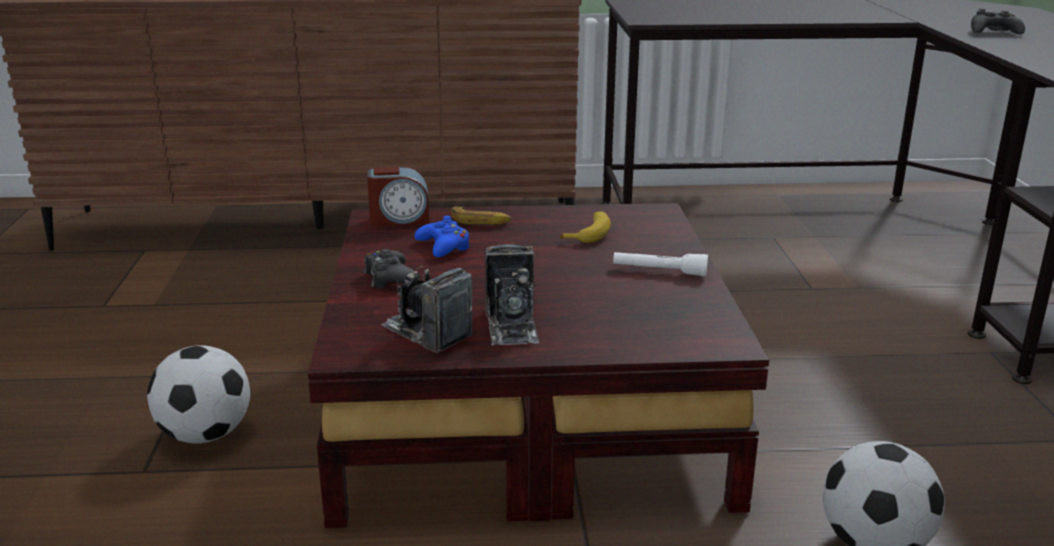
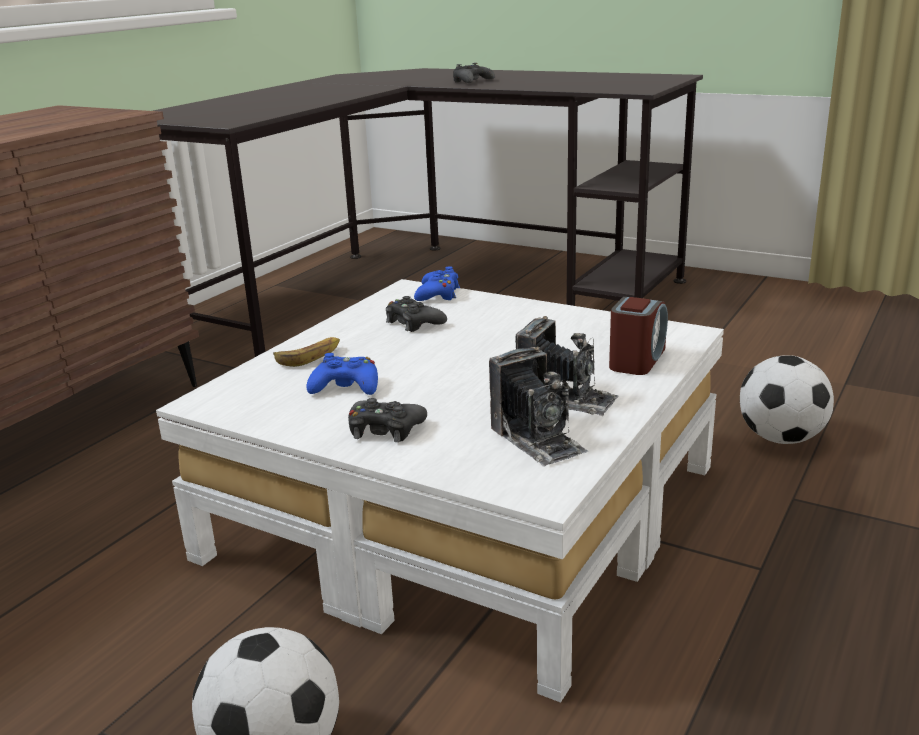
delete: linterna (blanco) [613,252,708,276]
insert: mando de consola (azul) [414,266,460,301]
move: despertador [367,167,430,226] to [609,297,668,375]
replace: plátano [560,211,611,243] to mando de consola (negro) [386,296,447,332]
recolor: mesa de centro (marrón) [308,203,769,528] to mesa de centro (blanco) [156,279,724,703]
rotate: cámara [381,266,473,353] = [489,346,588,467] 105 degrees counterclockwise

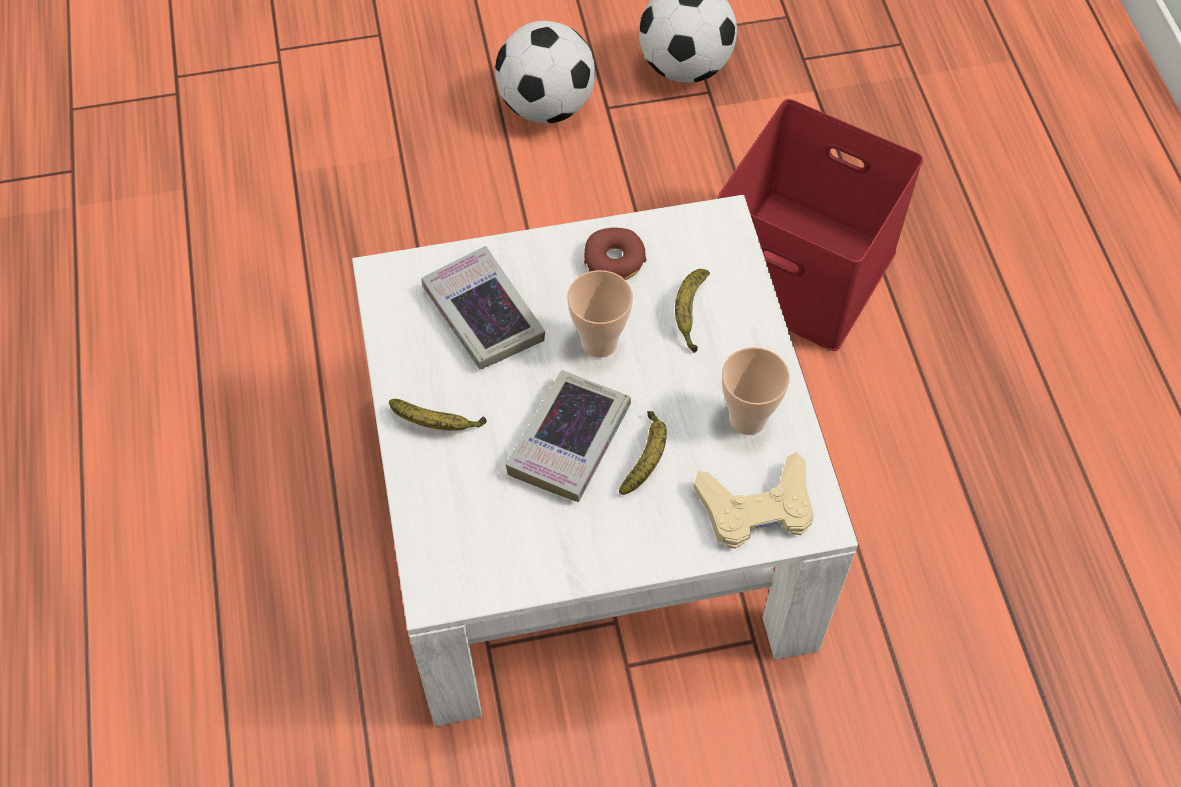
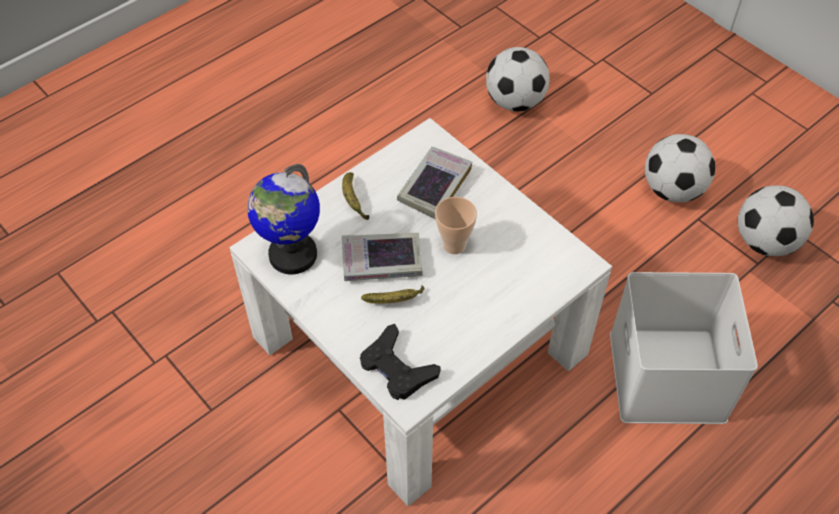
delete: rosquilla [584,228,646,280]; plátano [675,269,710,353]; taza [722,347,790,435]
insert: globo terráqueo [247,164,320,275]; balón de fútbol [486,47,549,112]
recolor: mando de consola (beis) [694,452,814,549] to mando de consola (negro) [360,324,441,400]; caja de almacenaje (rojo) [718,99,923,351] to caja de almacenaje (blanco) [610,272,758,424]

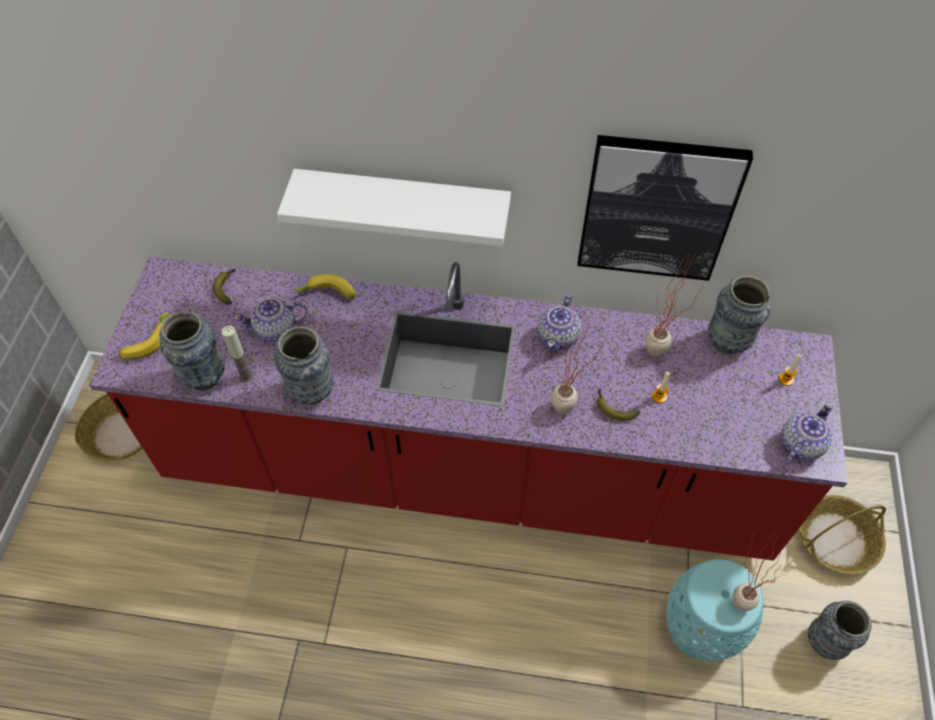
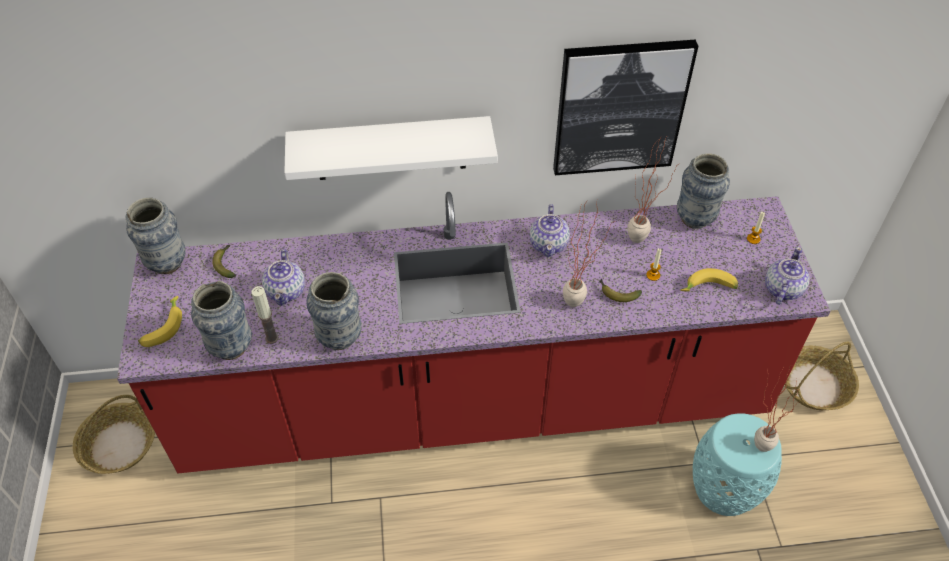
move: plátano [294,274,356,300] to [680,268,738,292]; florero [808,601,872,660] to [125,198,186,274]
rotate: tetera [233,298,308,342] = [262,249,305,306] 60 degrees counterclockwise

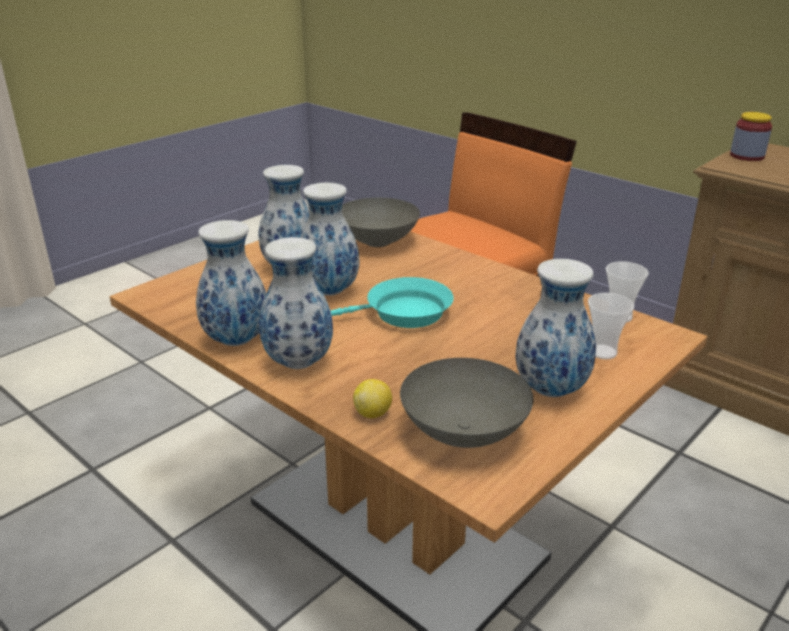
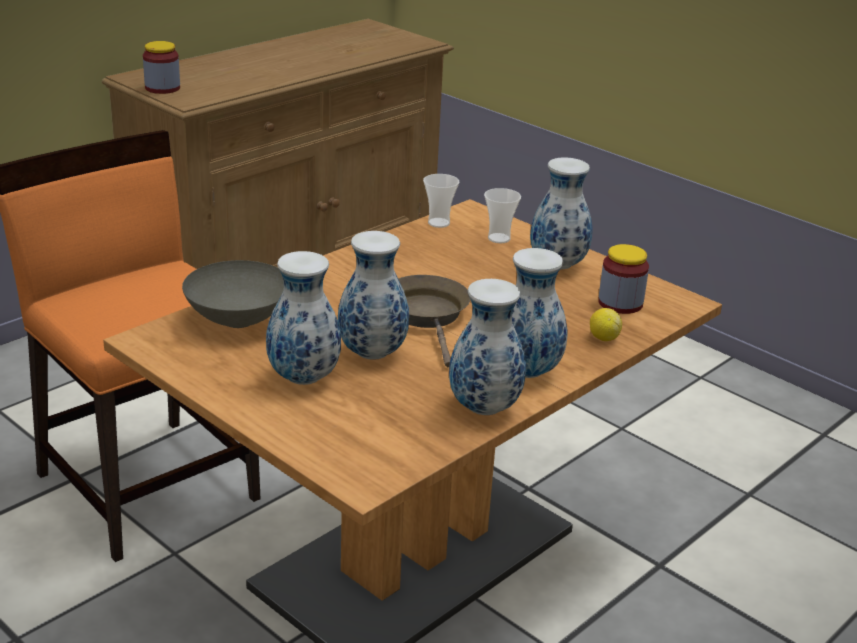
replace: cuenco (gris) [400,358,534,448] to tarro [598,244,649,314]
recolor: sartén (turquesa) [331,277,454,328] to sartén (marrón) [398,275,470,367]

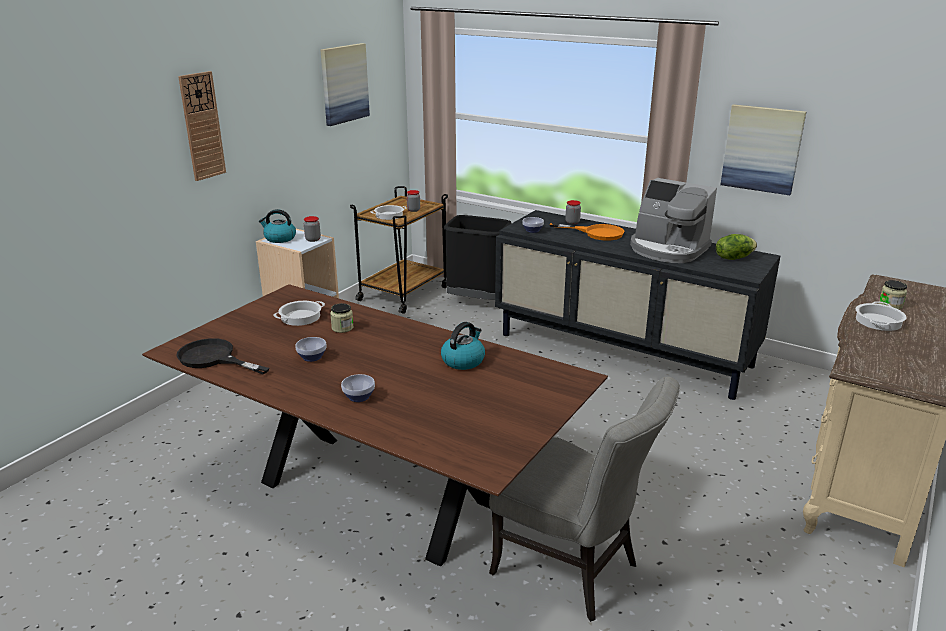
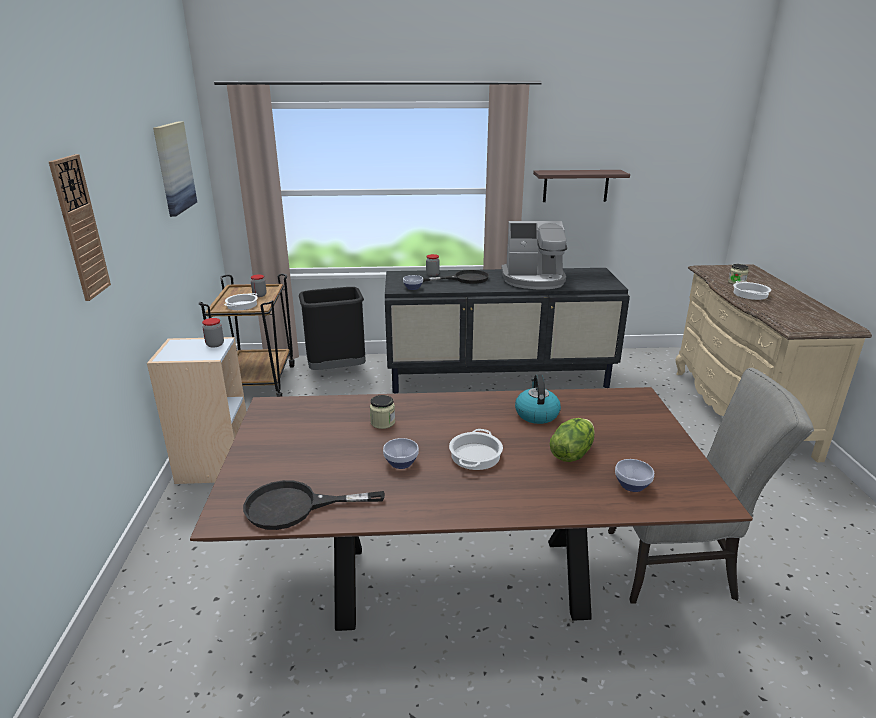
delete: hervidor [259,209,296,243]
move: olla [273,301,325,326] to [449,429,503,470]; cuenco [341,374,375,402] to [615,459,654,492]; lechuga [716,234,757,260] to [550,418,595,462]
replace: cuadro [720,104,806,195] to estante [533,170,630,202]
recolor: sartén (naranja) [549,223,624,241] to sartén (negro) [423,270,489,284]

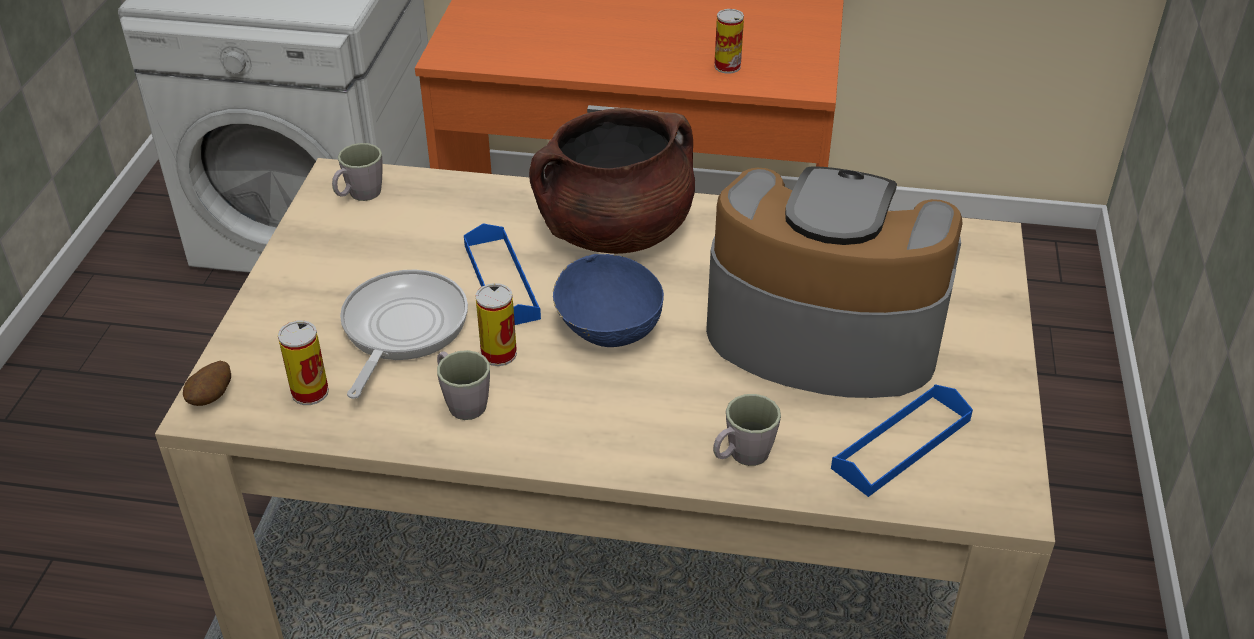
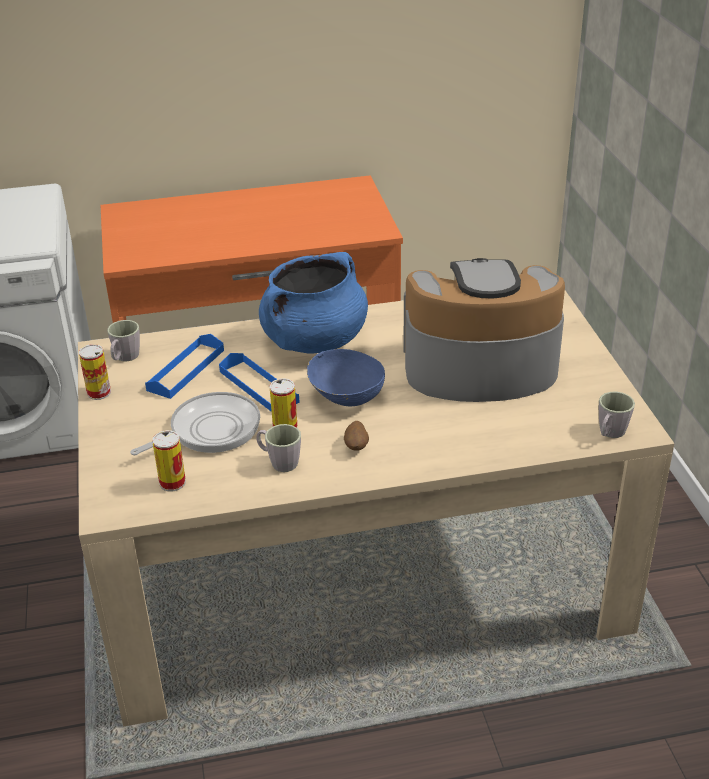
move: patata [183,361,231,406] to [344,421,369,451]; taza grande (gris) [713,394,781,466] to [599,392,635,438]; lata [714,9,744,74] to [79,344,111,400]; bandeja (azul) [831,384,973,497] to [145,334,224,399]
recolor: olla (marrón) [529,108,695,254] to olla (azul) [259,252,368,354]
rotate: sartén [340,270,468,399] = [130,392,260,456] 60 degrees clockwise

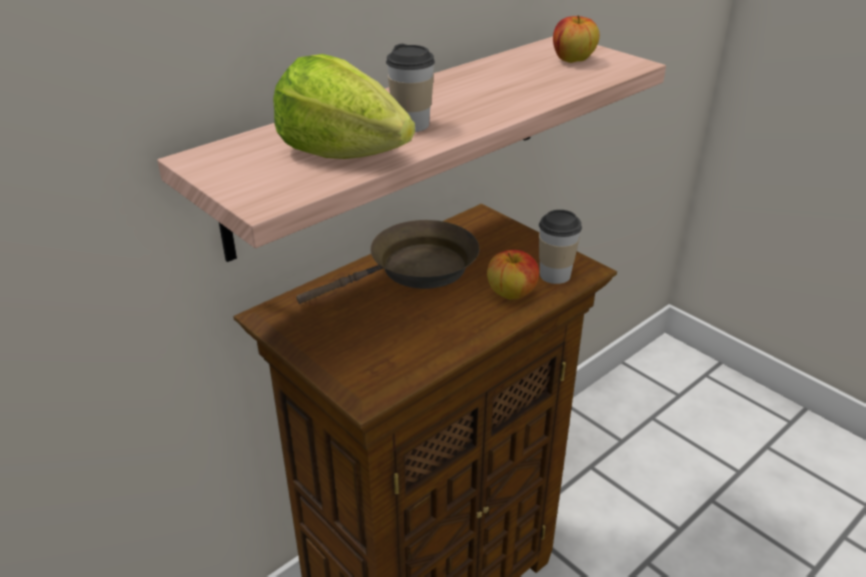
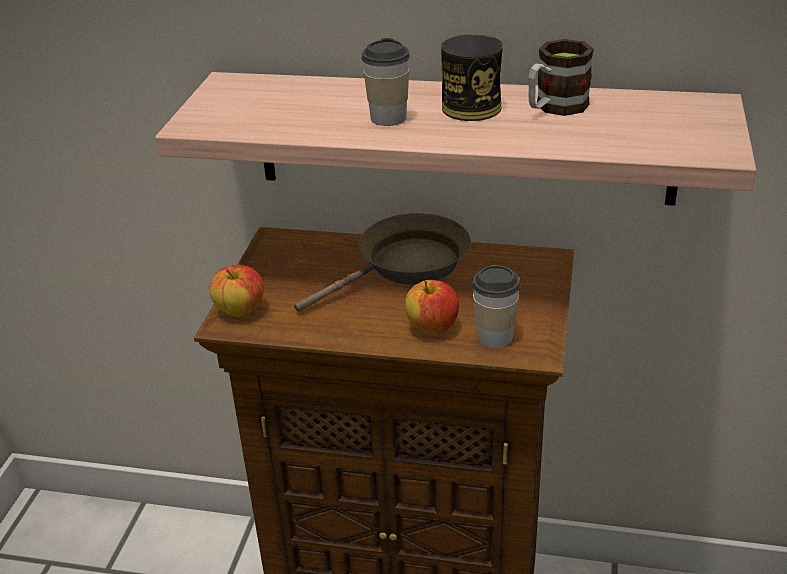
delete: lechuga [273,54,415,159]
insert: lata [441,34,503,121]; taza grande [528,39,594,116]
move: manzana [553,15,600,63] to [209,265,264,317]
rotate: sartén (marrón) [296,220,479,304] = [294,213,471,312] 60 degrees counterclockwise

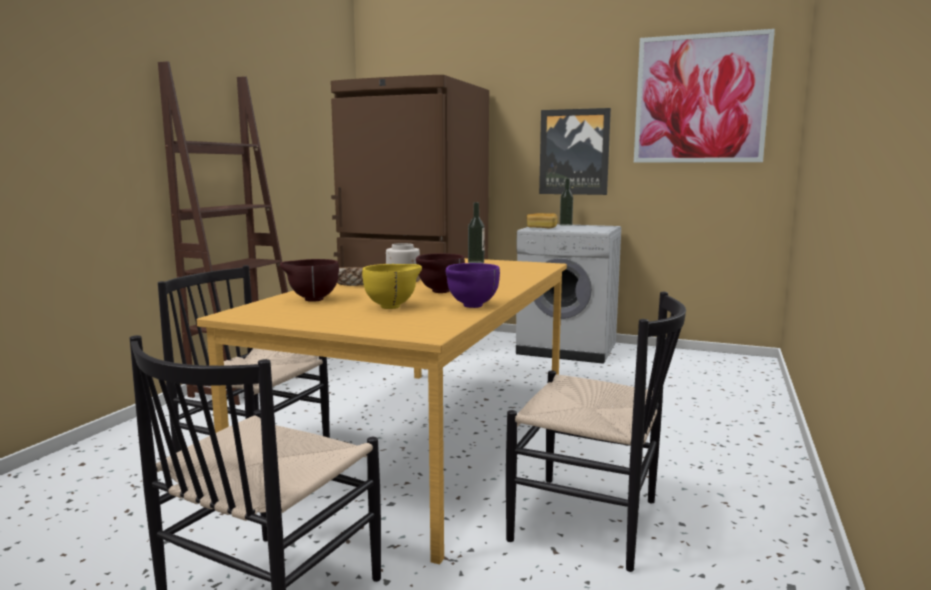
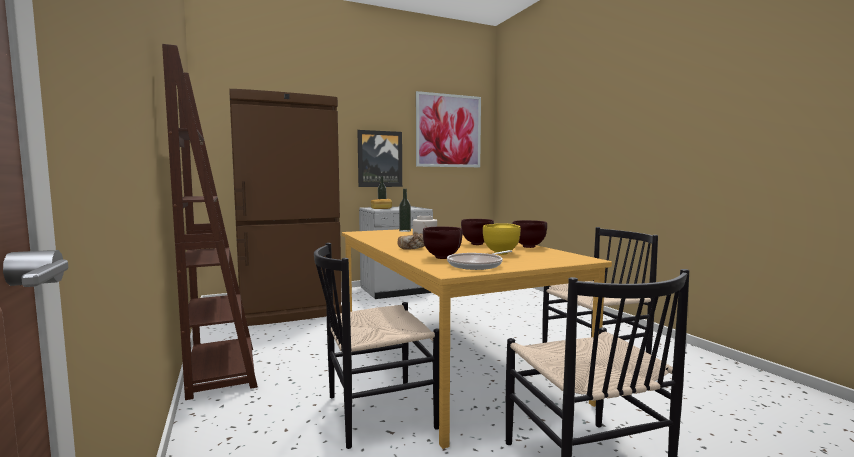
insert: sartén [447,250,512,270]
recolor: cuenco (morado) [446,263,500,308] to cuenco (marrón) [512,220,547,248]

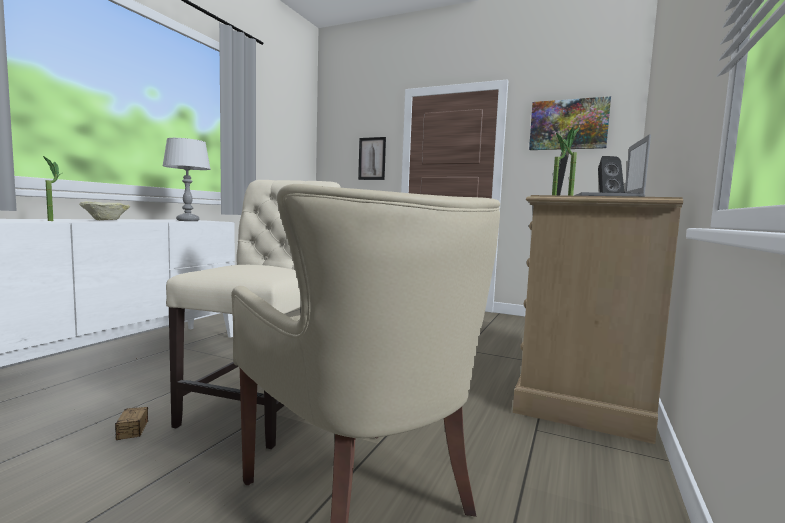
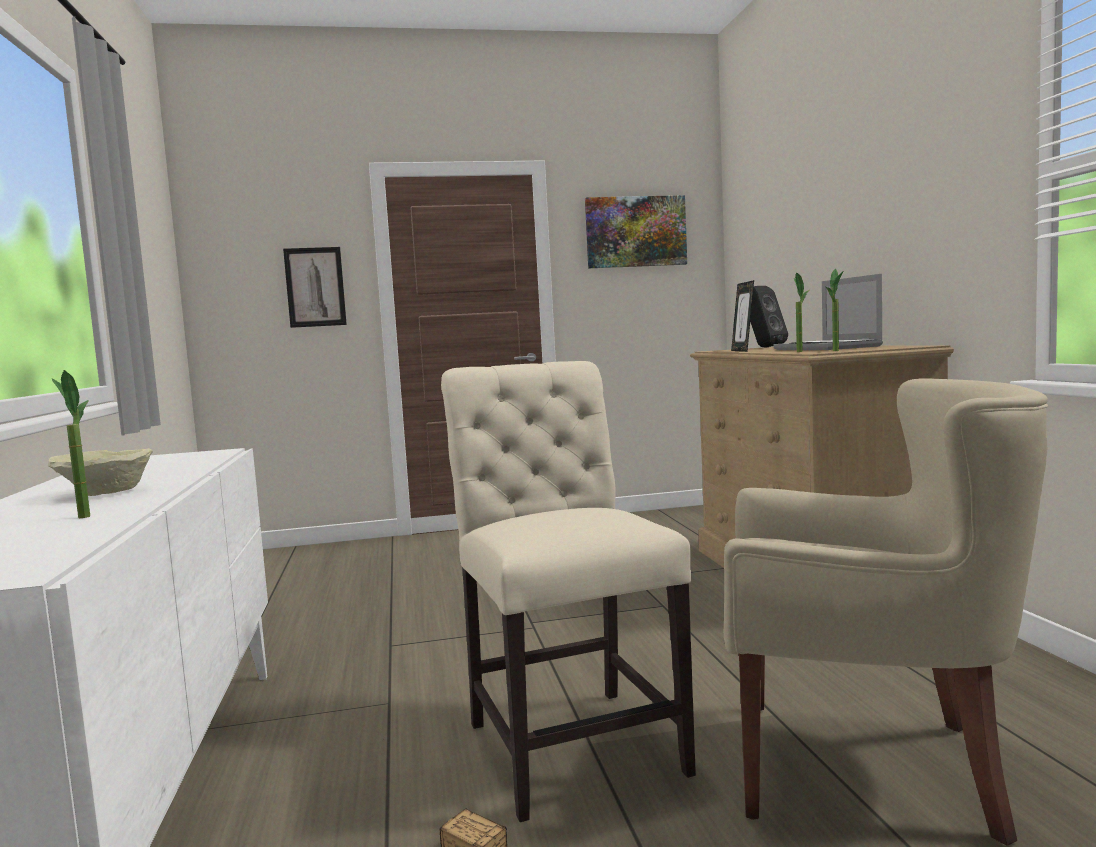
delete: lámpara de mesa (gris) [162,138,211,221]

